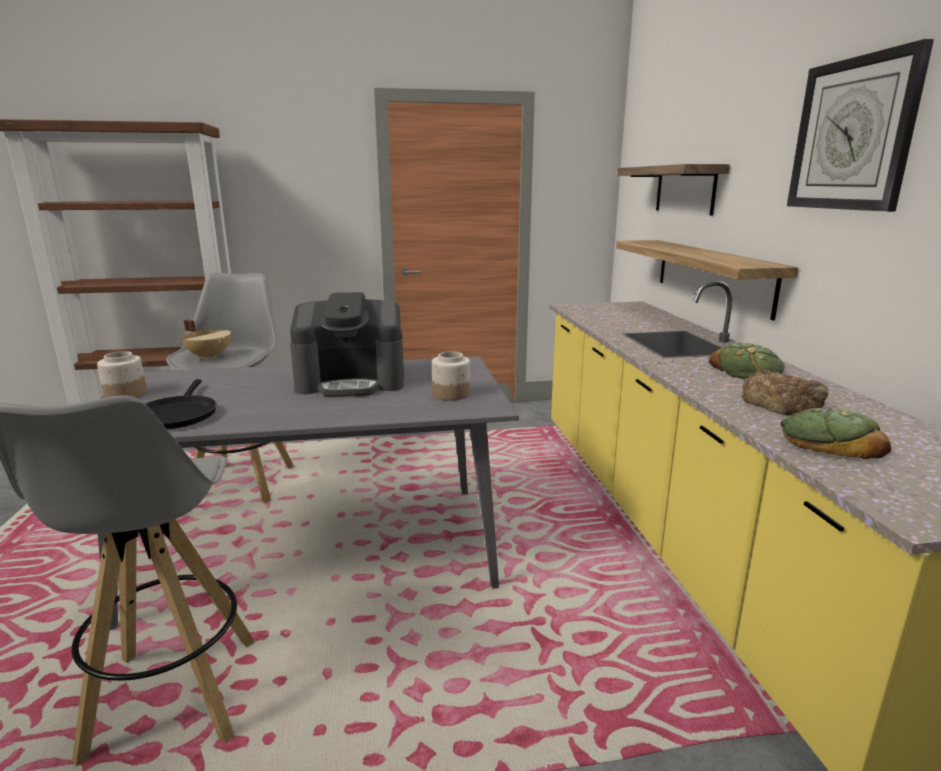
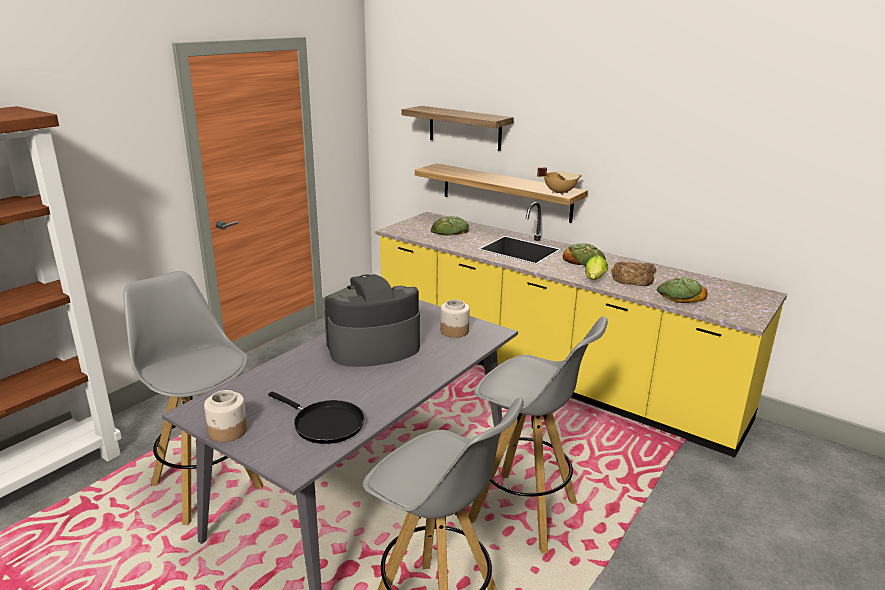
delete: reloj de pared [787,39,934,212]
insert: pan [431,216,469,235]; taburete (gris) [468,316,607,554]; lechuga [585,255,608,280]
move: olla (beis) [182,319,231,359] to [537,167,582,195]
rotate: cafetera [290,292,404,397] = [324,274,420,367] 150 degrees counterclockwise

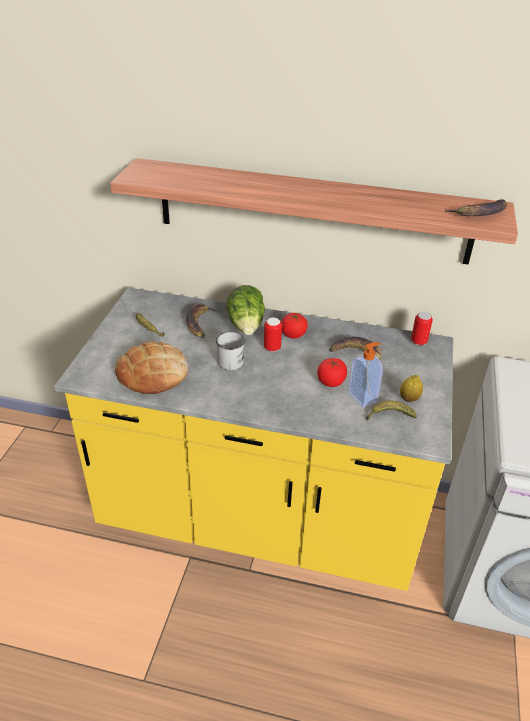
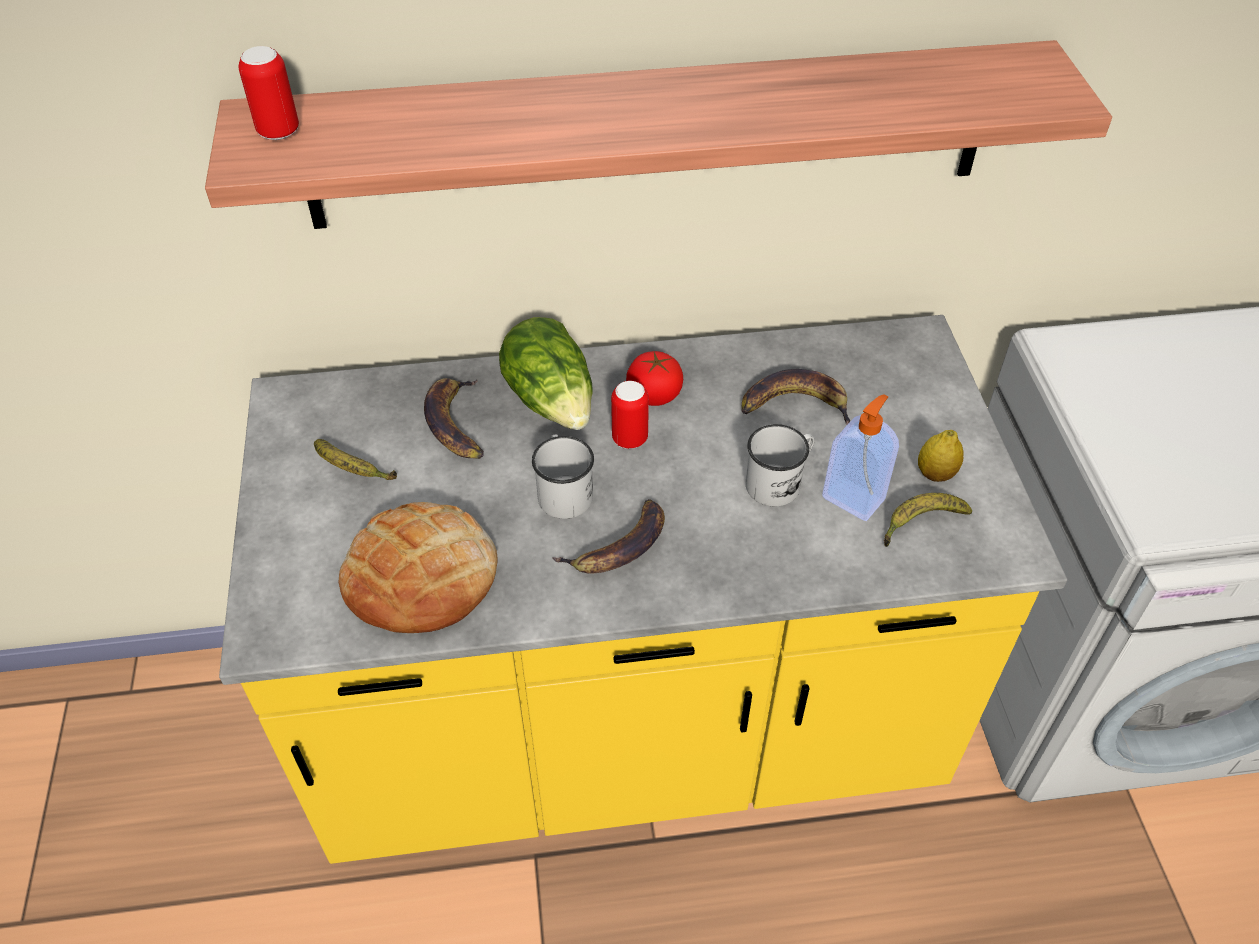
move: lata [411,312,432,345] to [239,46,299,140]; plátano [445,199,507,216] to [552,499,665,573]
replace: tomate [317,358,347,387] to taza grande (blanco) [746,424,814,506]

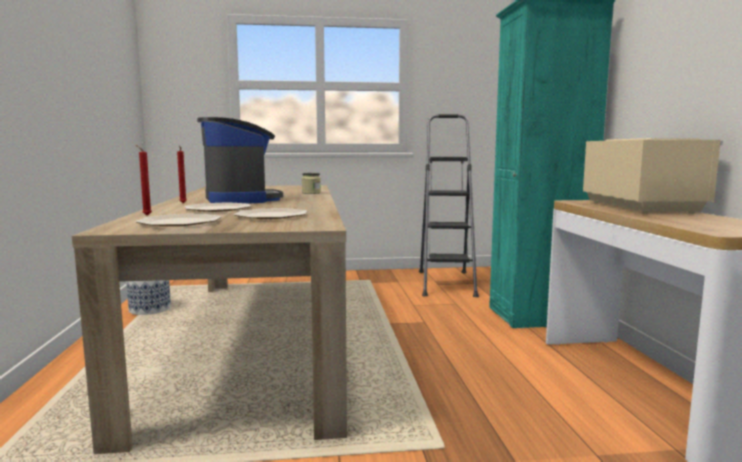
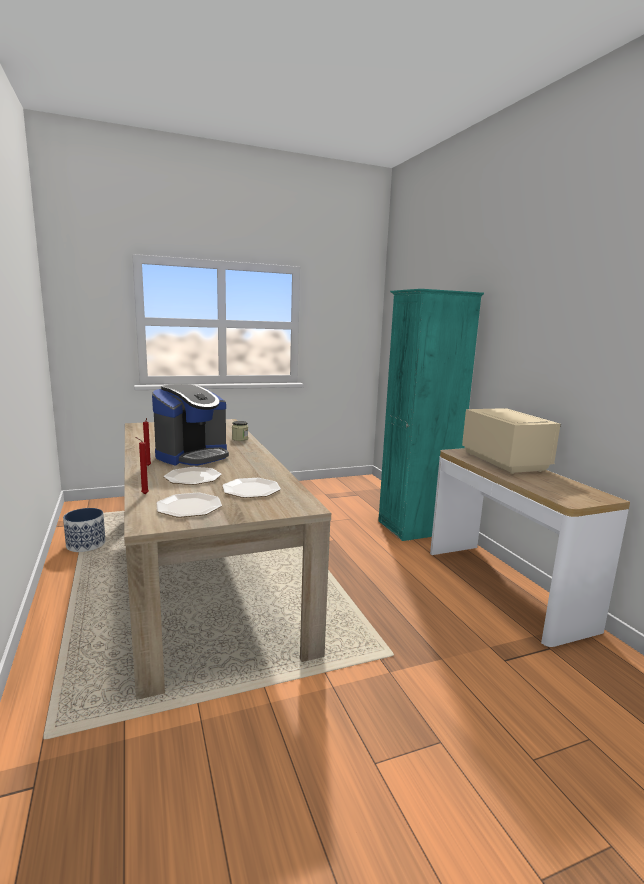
delete: escalera de tijera [419,114,479,297]
rotate: cafetera [197,117,283,204] = [152,384,229,466] 75 degrees clockwise

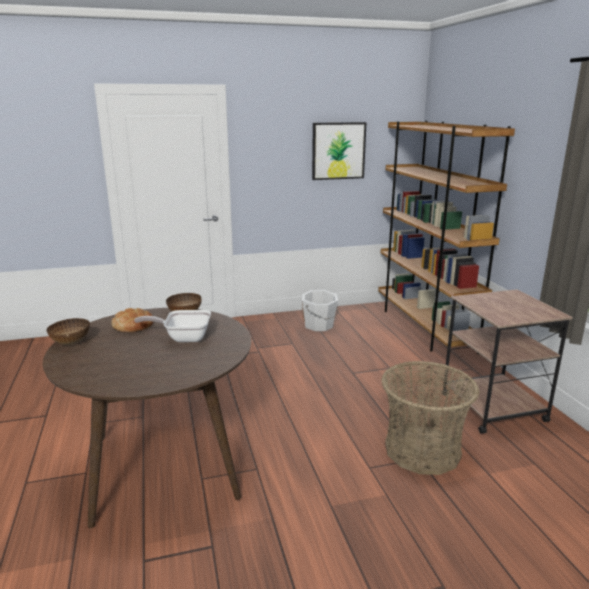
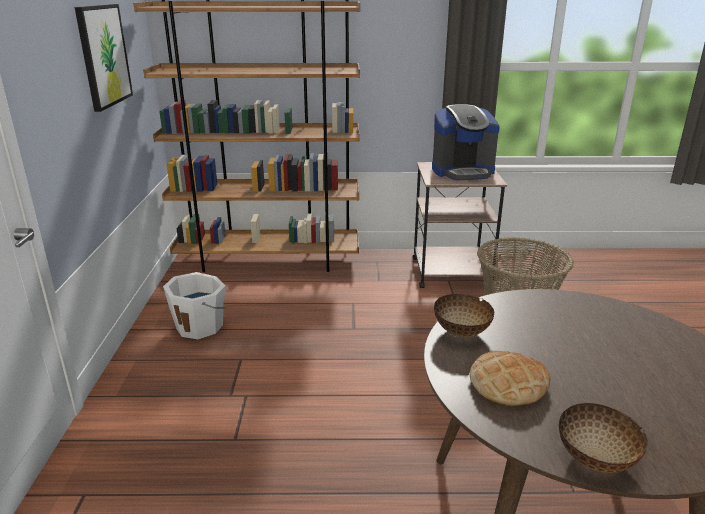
delete: sartén [134,310,211,342]
insert: cafetera [432,104,500,180]

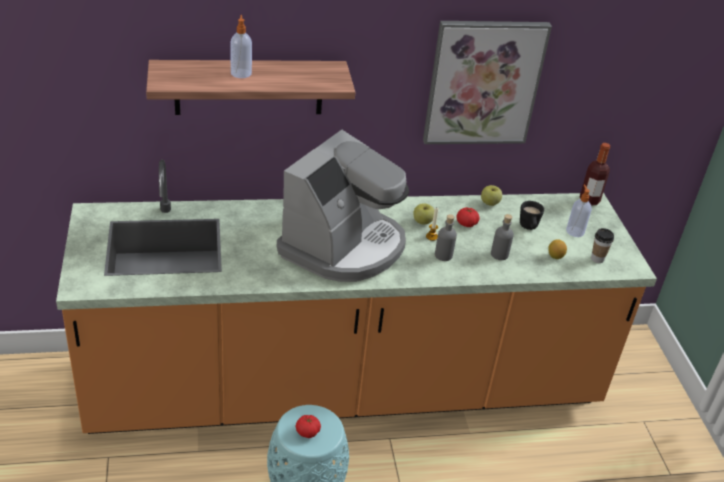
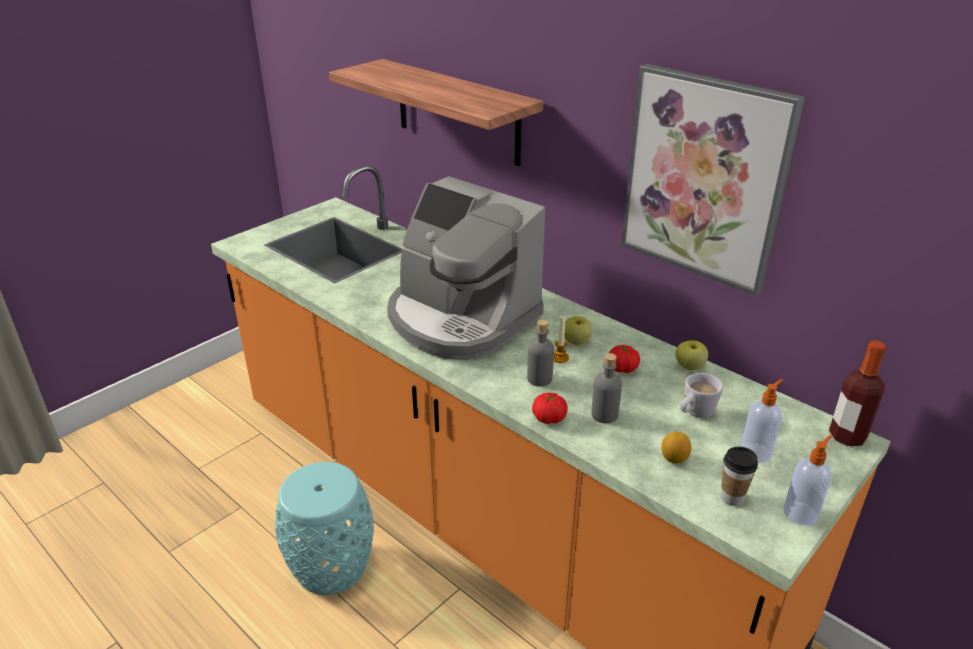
move: dispensador de jabón [230,15,252,78] to [783,435,832,526]; tomate [296,415,321,438] to [532,393,568,424]
recolor: taza grande (negro) [520,201,544,230] to taza grande (blanco) [680,373,723,418]
rotate: cafetera [277,130,409,282] = [387,176,545,360] 45 degrees clockwise

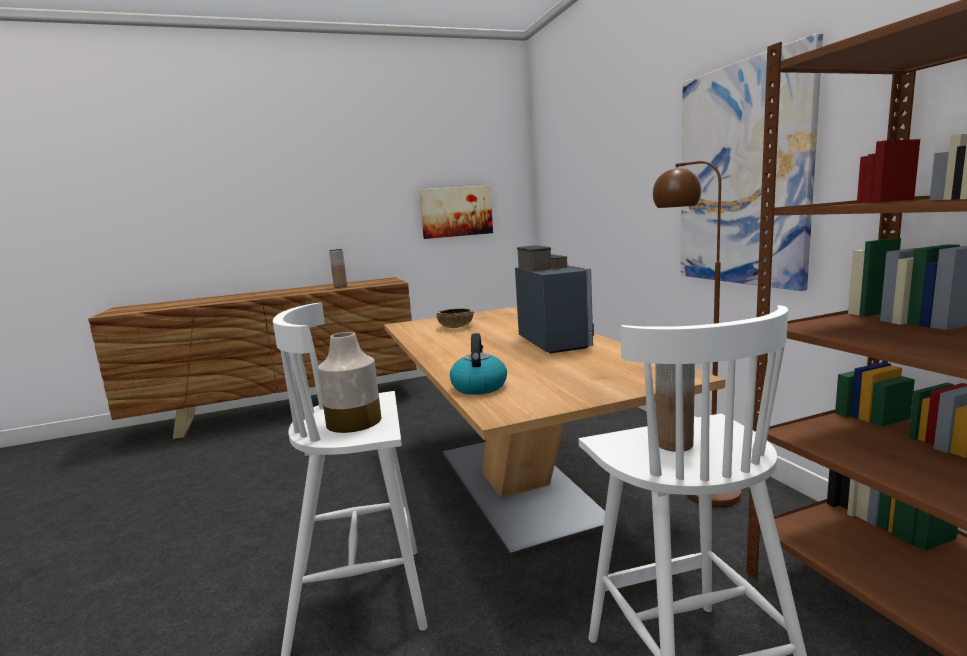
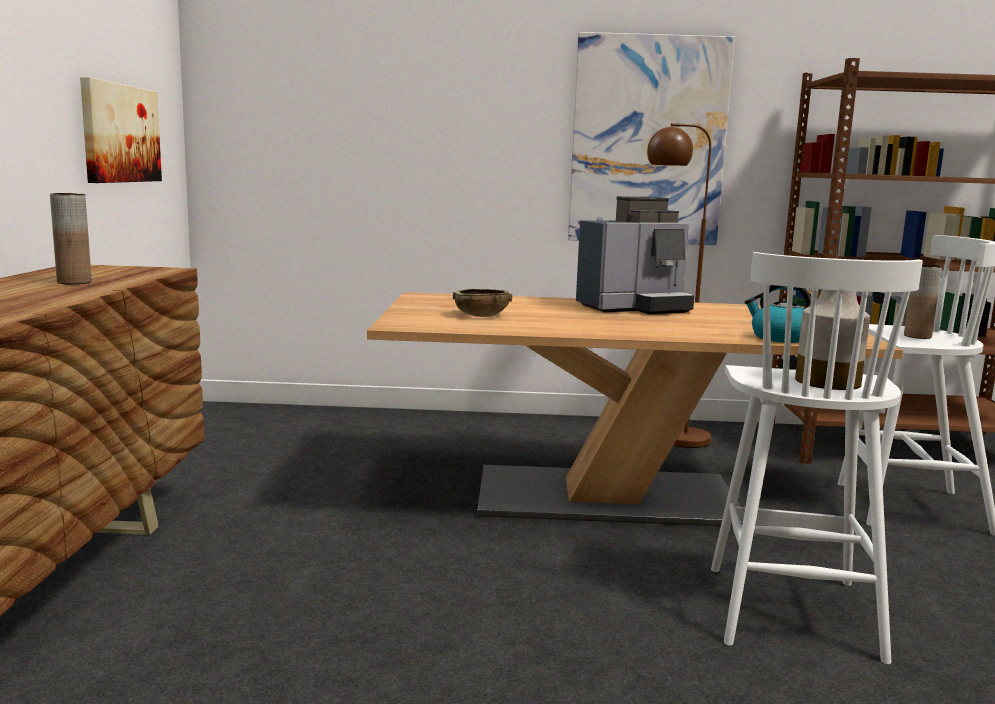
rotate: cafetera [515,245,594,353] = [576,196,695,314] 150 degrees clockwise

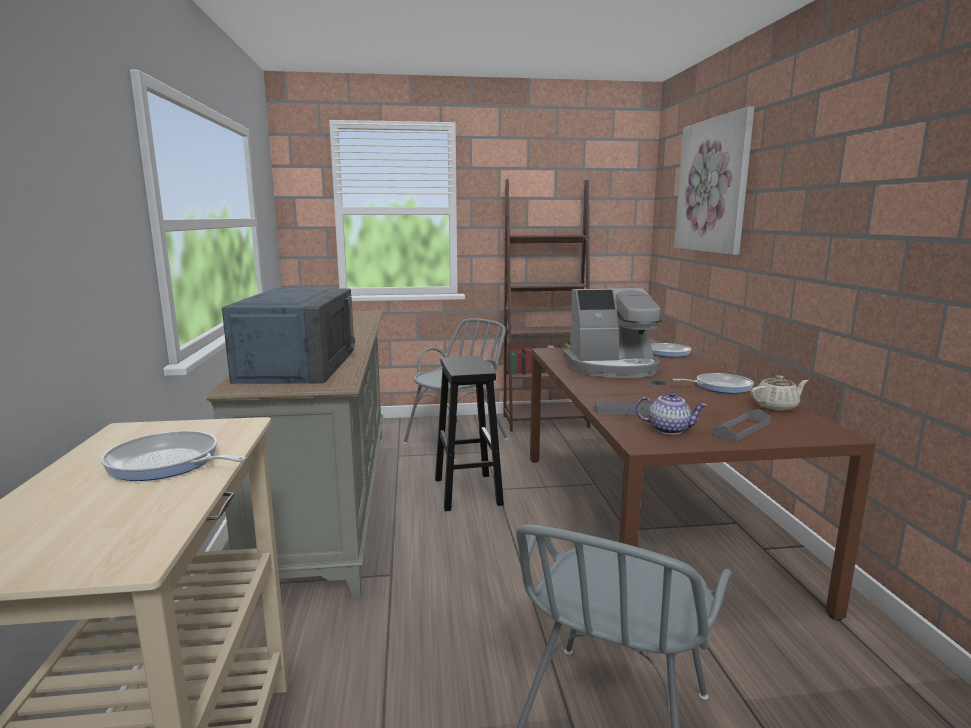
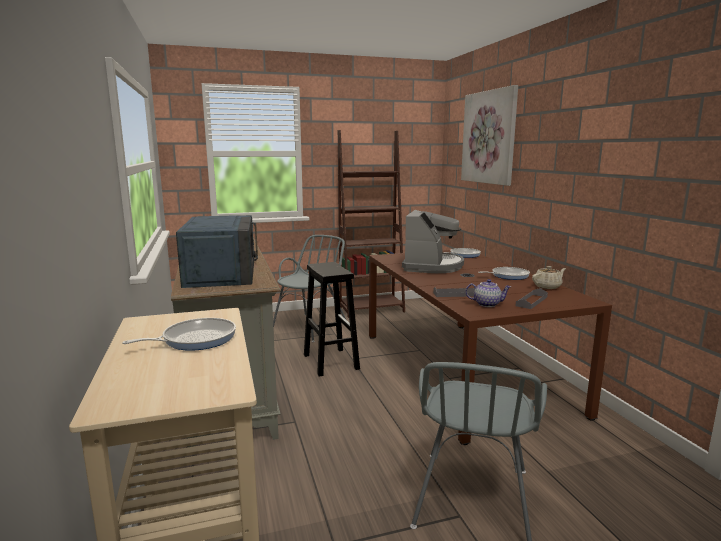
rotate: sartén [101,431,246,481] = [122,318,236,351] 135 degrees clockwise; cafetera [563,288,662,378] = [402,210,464,273] 60 degrees counterclockwise

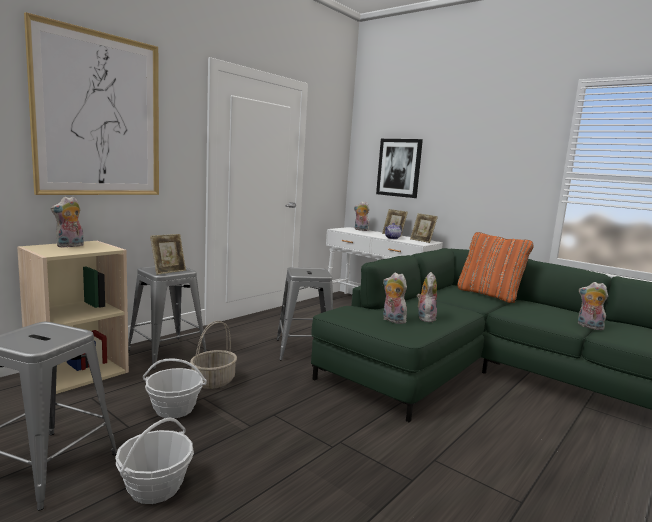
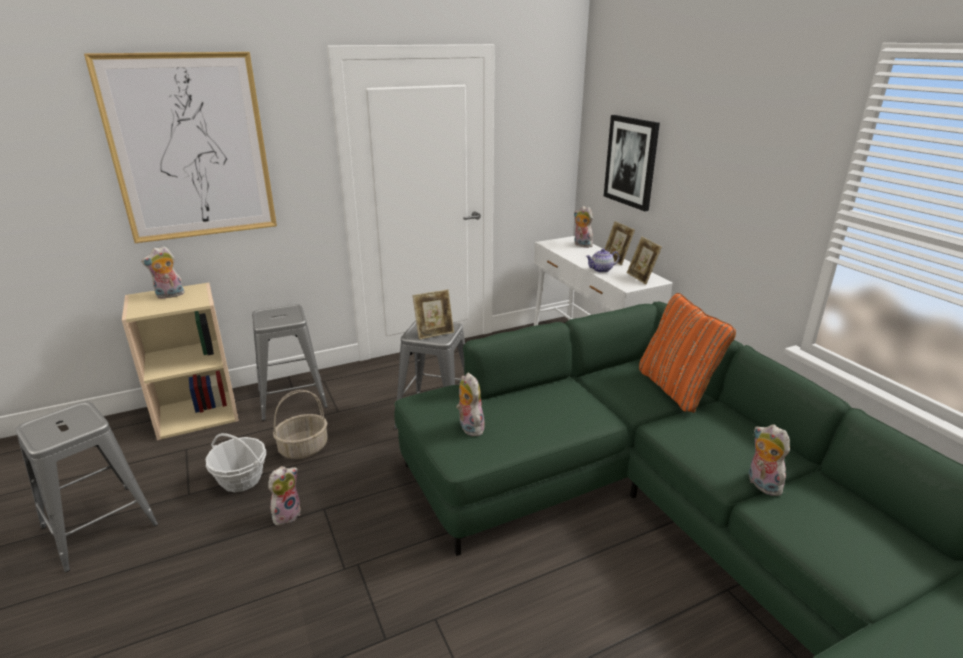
delete: cesta [115,418,194,504]
move: portarretratos [150,234,186,275] to [413,289,454,340]; peluche [417,272,437,322] to [268,466,301,526]

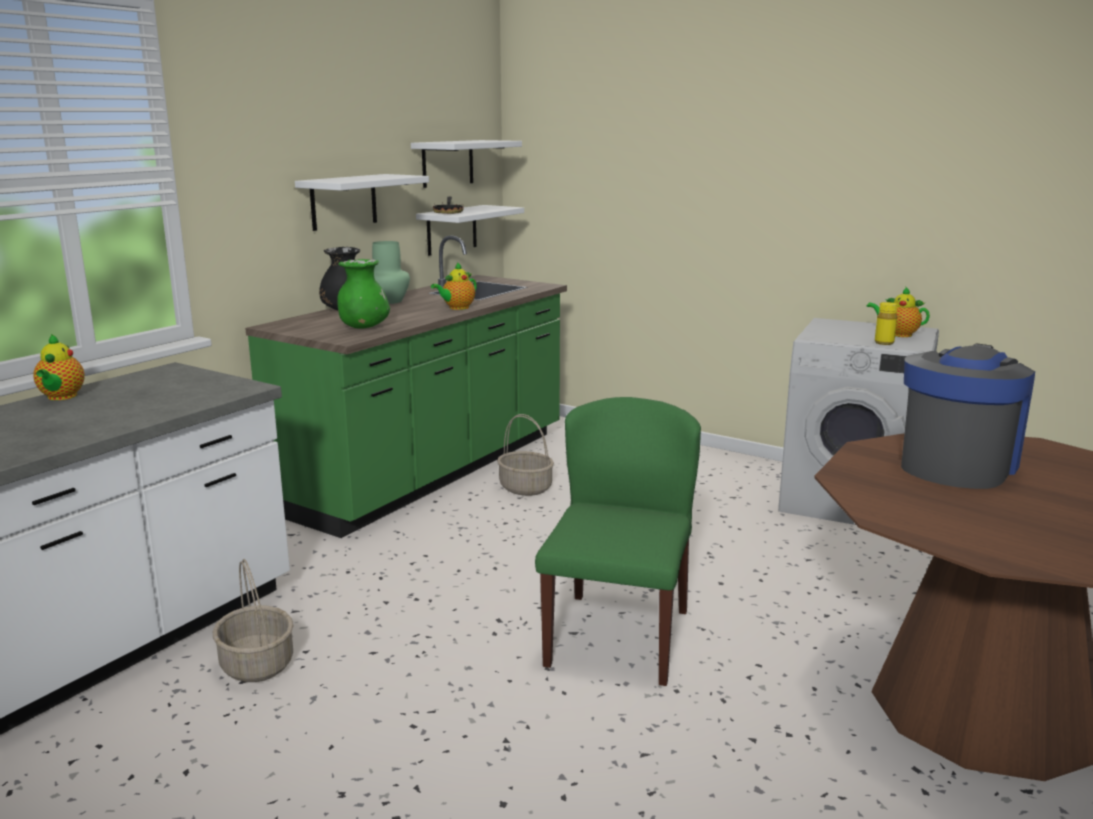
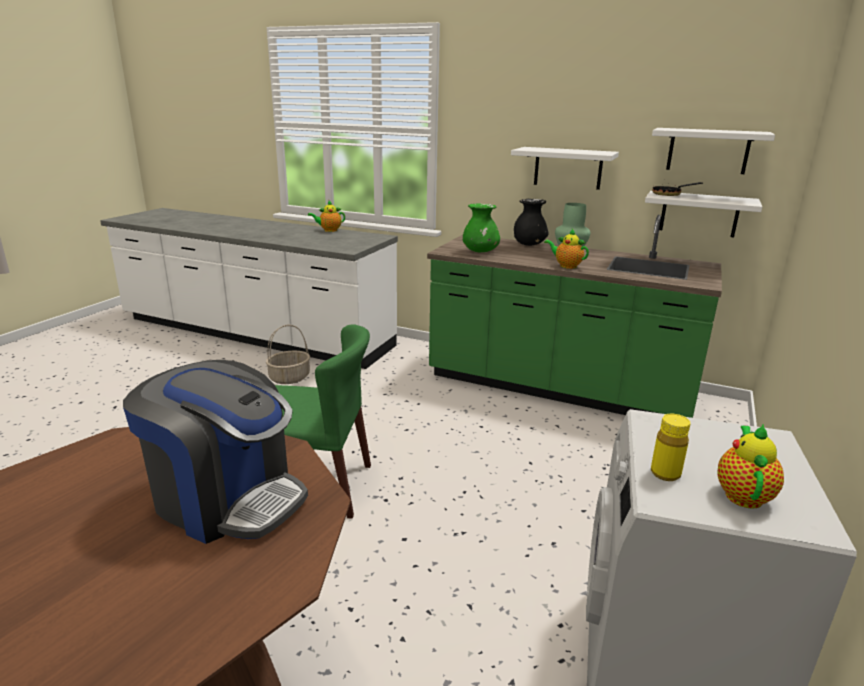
delete: cesta [497,414,554,496]

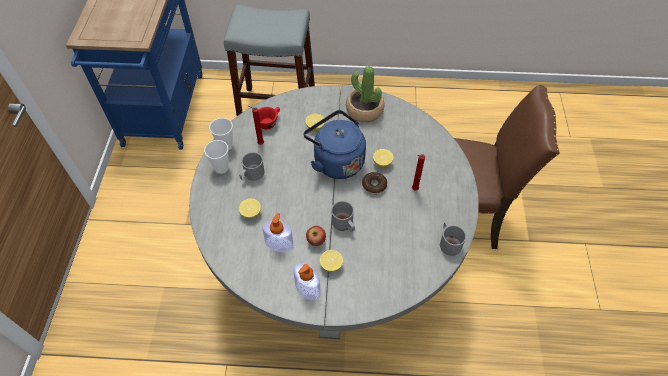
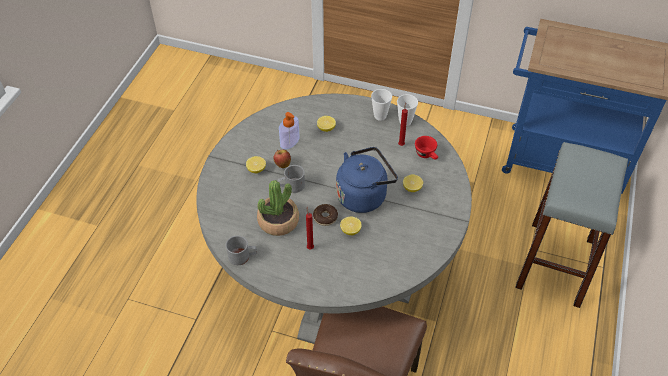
delete: taza grande (gris) [239,152,265,181]; dispensador de jabón [294,263,320,300]
move: planta en maceta [346,66,385,122] to [257,180,299,236]

